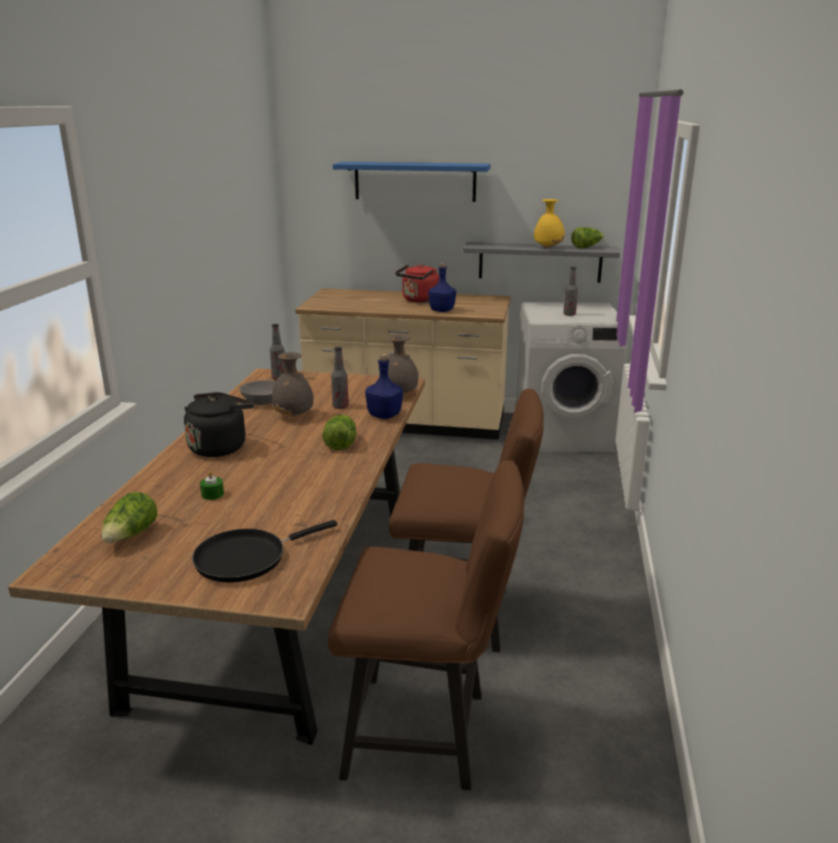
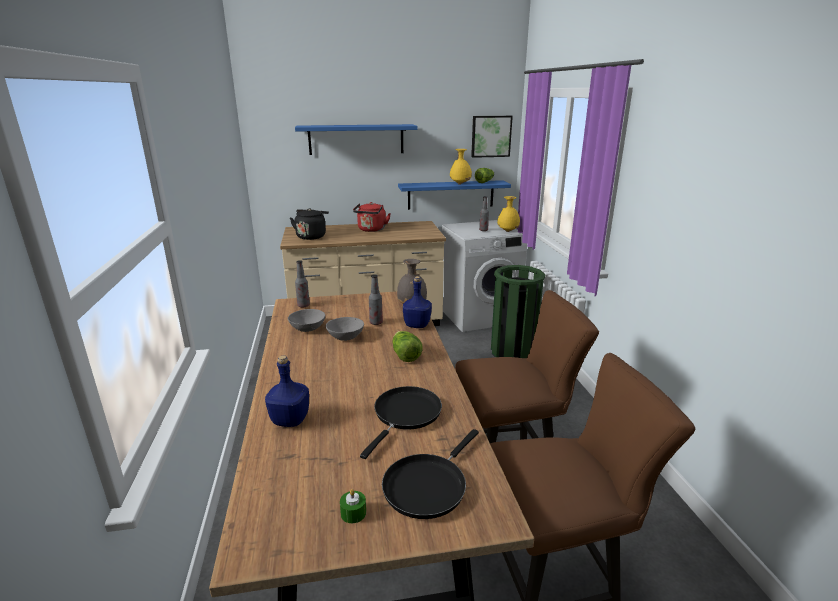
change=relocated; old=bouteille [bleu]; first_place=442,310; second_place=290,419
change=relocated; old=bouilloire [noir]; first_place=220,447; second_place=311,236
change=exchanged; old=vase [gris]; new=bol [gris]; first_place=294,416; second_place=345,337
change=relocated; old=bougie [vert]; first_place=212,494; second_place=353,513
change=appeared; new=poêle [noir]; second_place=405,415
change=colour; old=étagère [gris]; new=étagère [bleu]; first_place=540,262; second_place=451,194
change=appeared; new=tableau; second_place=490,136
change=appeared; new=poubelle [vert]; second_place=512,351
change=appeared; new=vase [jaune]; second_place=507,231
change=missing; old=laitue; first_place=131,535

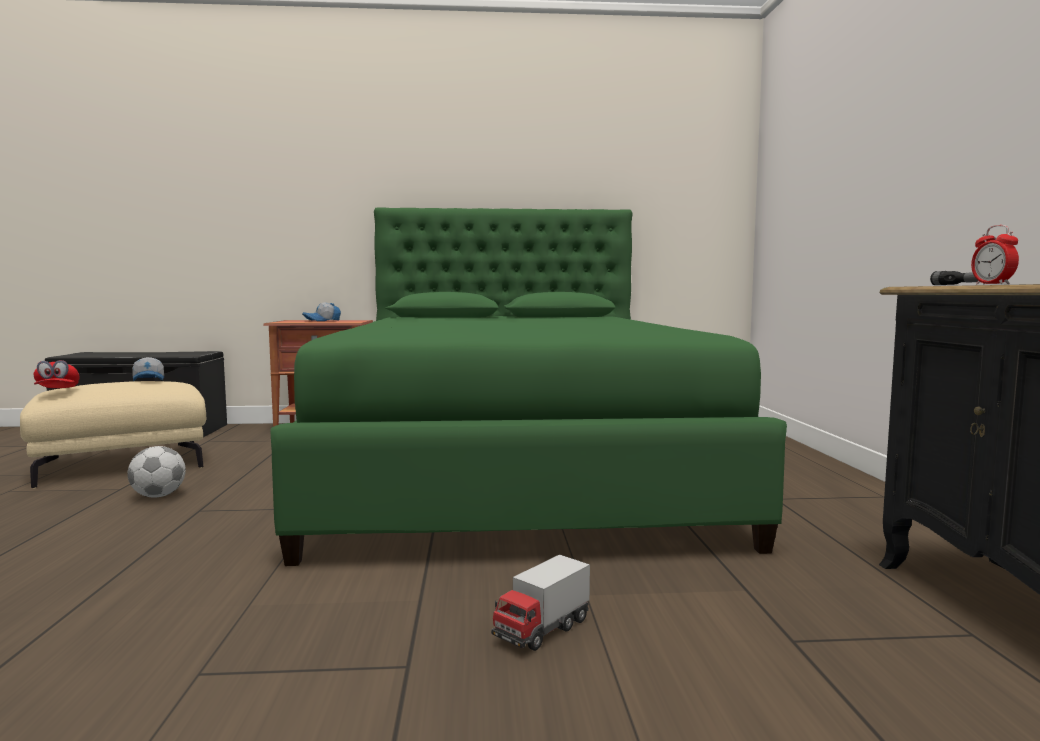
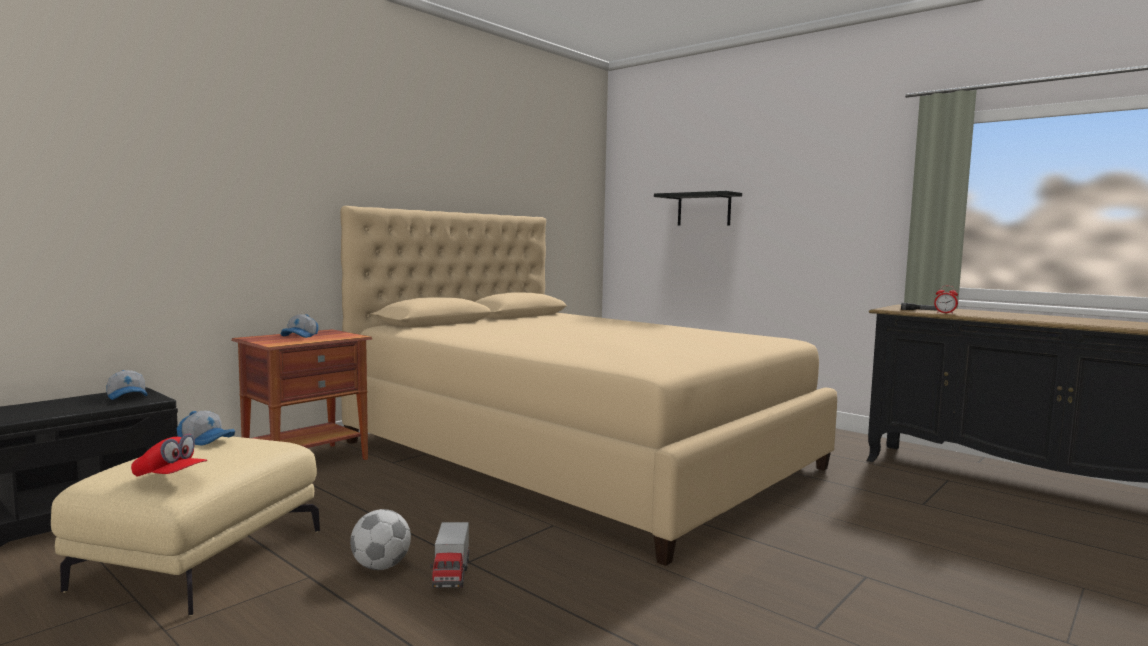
change=appeared; new=casquette; second_place=128,396
change=colour; old=lit [vert]; new=lit [beige]; first_place=515,466; second_place=577,454
change=relocated; old=camion jouet; first_place=542,630; second_place=451,576
change=appeared; new=étagère [noir]; second_place=704,209

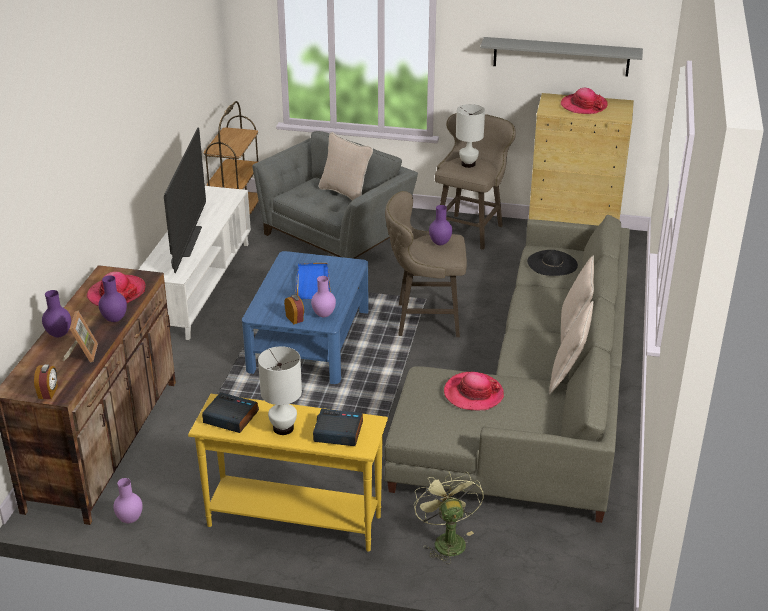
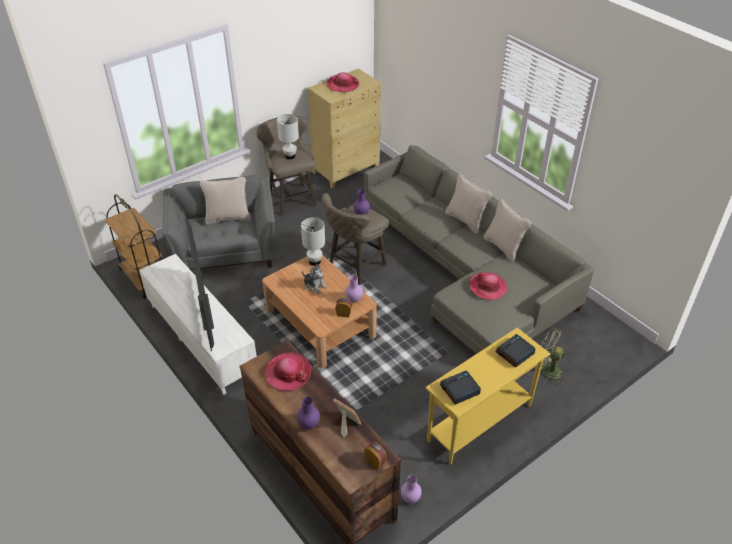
change=spun; old=téléviseur; first_place=190,241; second_place=205,312; degrees=-150
change=colour; old=table basse [bleu]; new=table basse [marron]; first_place=309,340; second_place=320,323
change=relocated; old=lampe de table [blanc]; first_place=283,428; second_place=315,261
change=exchanged; old=plateau [bleu]; new=peluche; first_place=313,283; second_place=314,285
change=missing; old=vase [violet]; first_place=115,320
change=missing; old=étagère [gris]; first_place=561,56
change=missing; old=chapeau [noir]; first_place=552,263

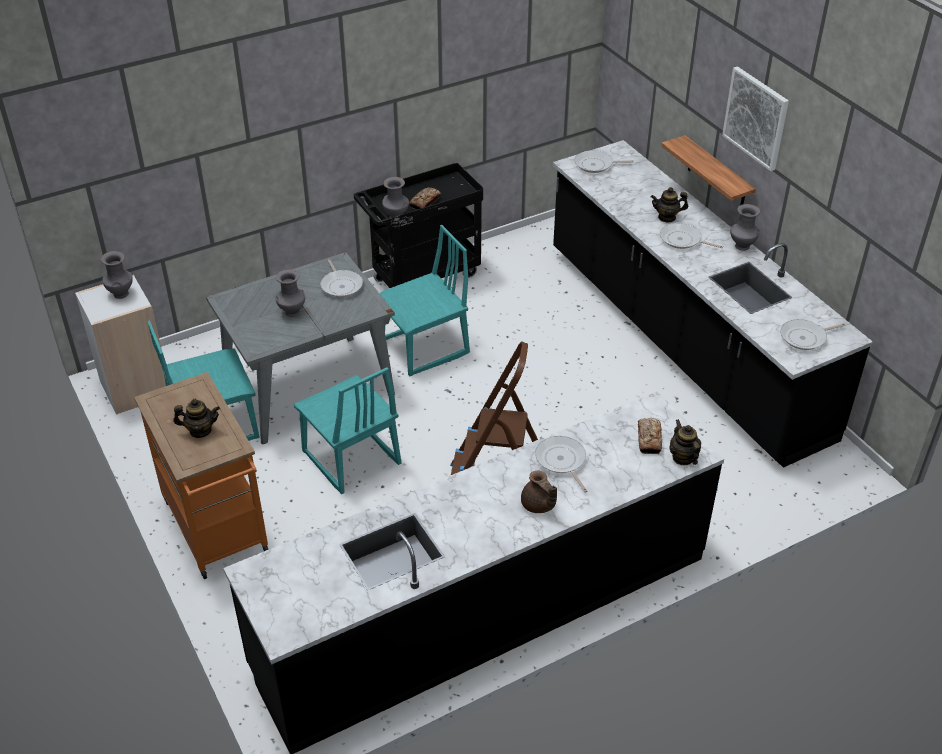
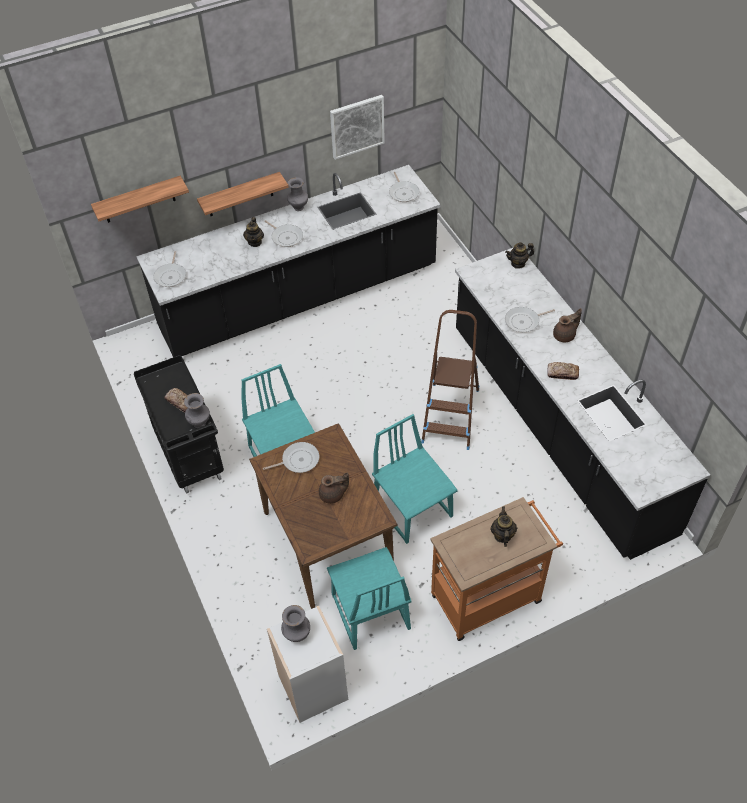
change=appeared; new=étagère; second_place=139,200
change=colour; old=table à manger [gris]; new=table à manger [marron]; first_place=310,388; second_place=327,540
change=spun; old=poêle; first_place=682,240; second_place=286,237; degrees=-75
change=exchanged; old=vase [gris]; new=théière [marron]; first_place=291,312; second_place=333,495
change=relocated; old=tableau; first_place=756,118; second_place=357,126
change=spun; old=chaise [turquoise]; first_place=350,458; second_place=413,508; degrees=-90
change=relocated; old=pain; first_place=649,439; second_place=562,373

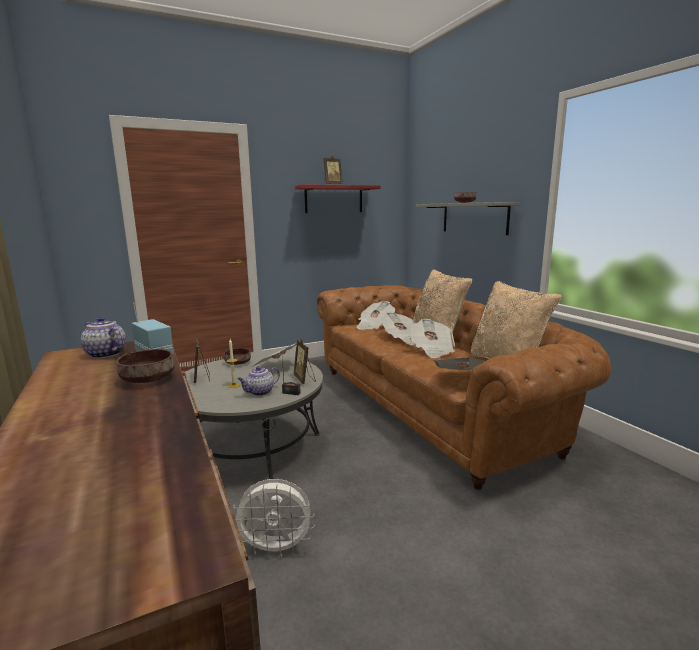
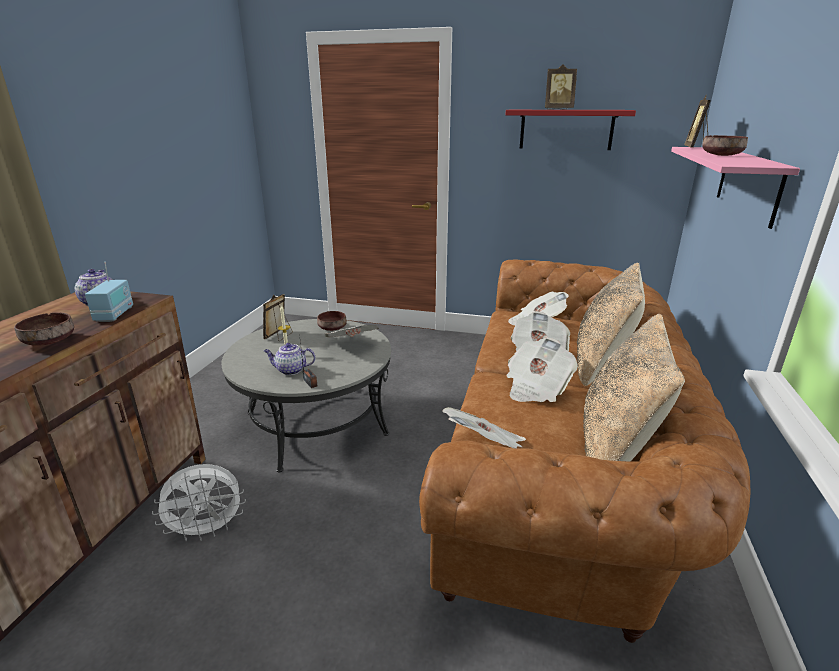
change=spun; old=ventilateur [blanc]; first_place=276,549; second_place=208,530; degrees=-60
change=colour; old=étagère [gris]; new=étagère [rose]; first_place=474,218; second_place=748,183
change=relocated; old=cadre photo; first_place=304,379; second_place=696,148

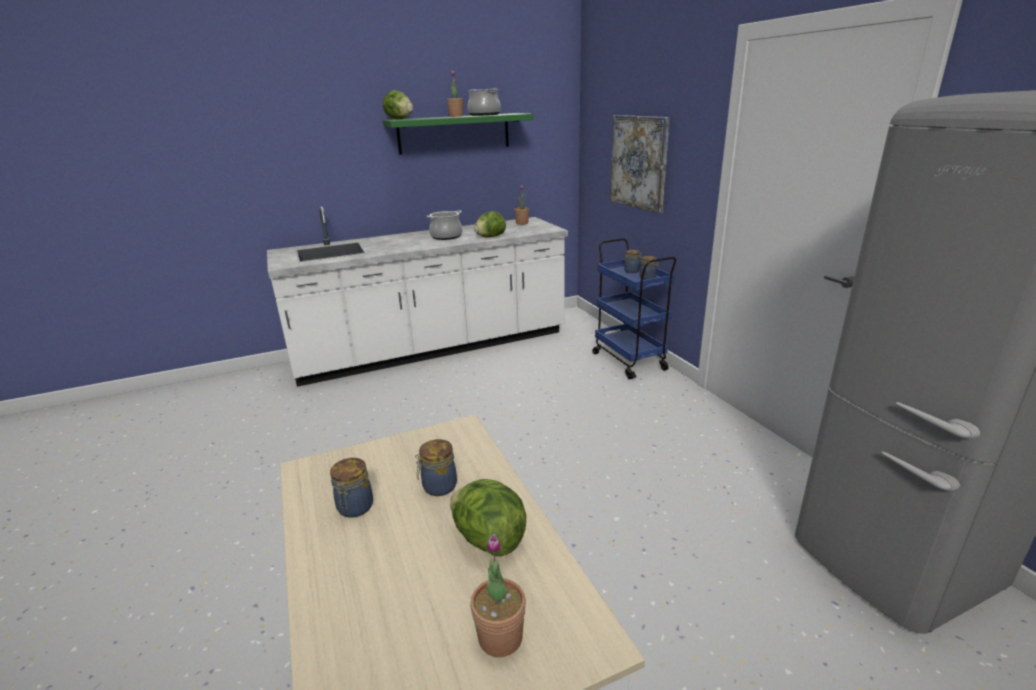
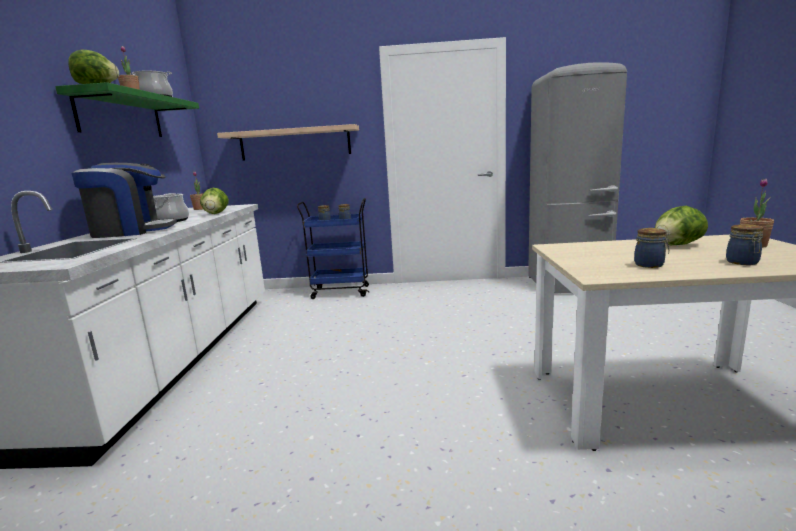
change=appeared; new=machine à café; second_place=132,231
change=exchanged; old=tableau; new=étagère; first_place=639,162; second_place=295,143
change=relocated; old=bocal; first_place=438,487; second_place=743,262

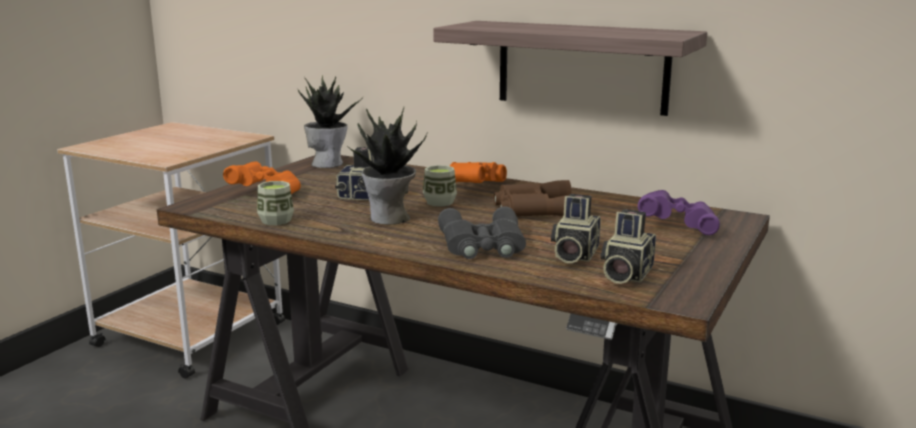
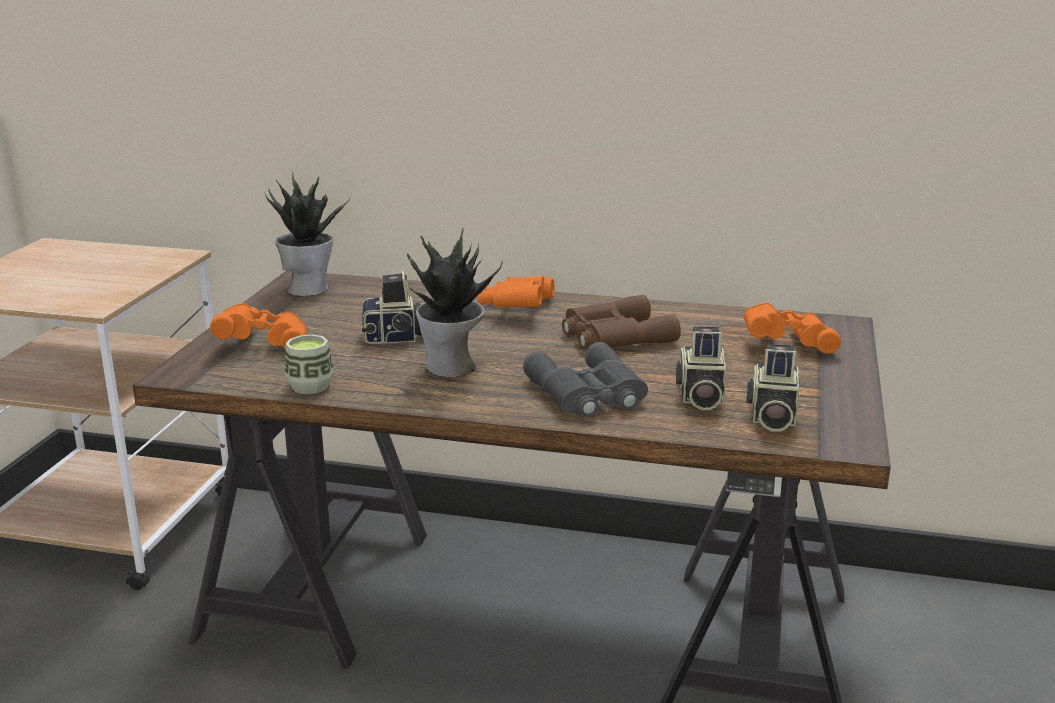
change=colour; old=jumelles [violet]; new=jumelles [orange]; first_place=677,226; second_place=787,344
change=missing; old=tasse; first_place=439,202
change=missing; old=étagère; first_place=582,67

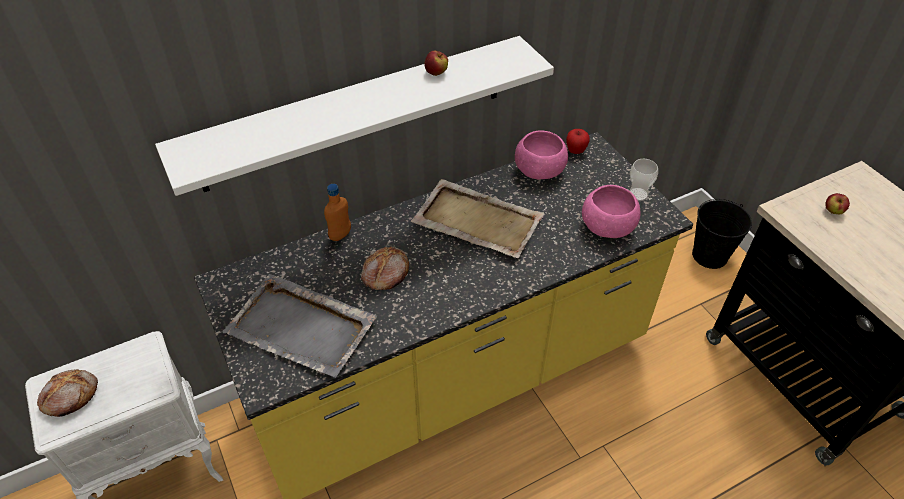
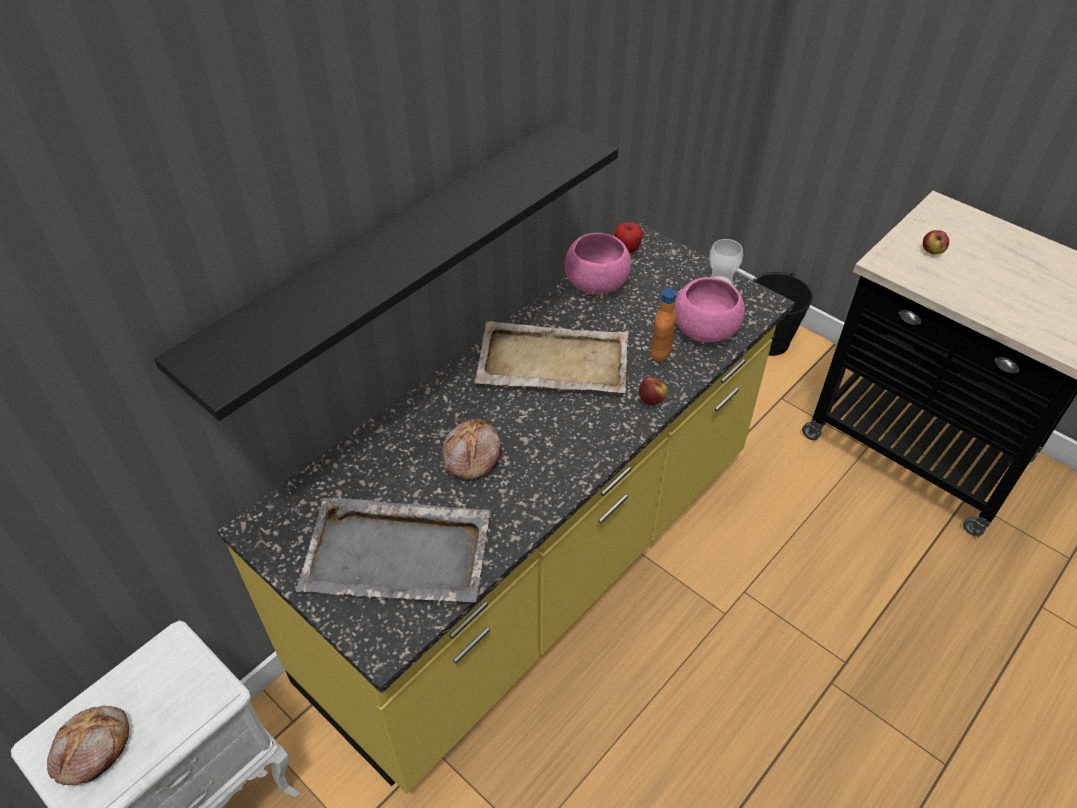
change=colour; old=étagère [blanc]; new=étagère [noir]; first_place=356,113; second_place=389,259
change=relocated; old=pomme; first_place=436,73; second_place=651,400
change=relocated; old=bouteille [orange]; first_place=340,235; second_place=660,354

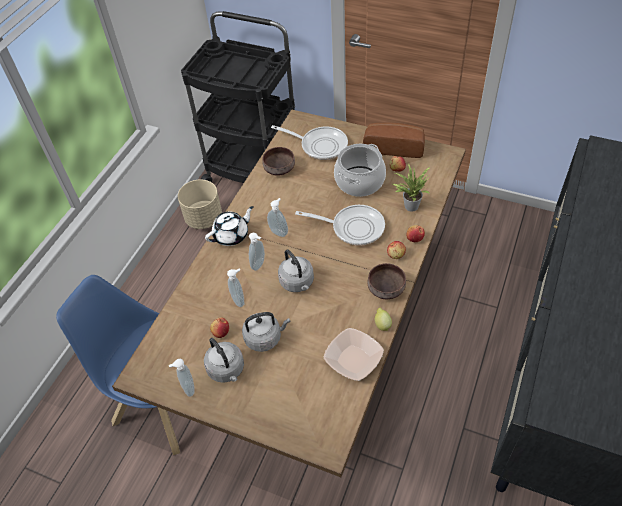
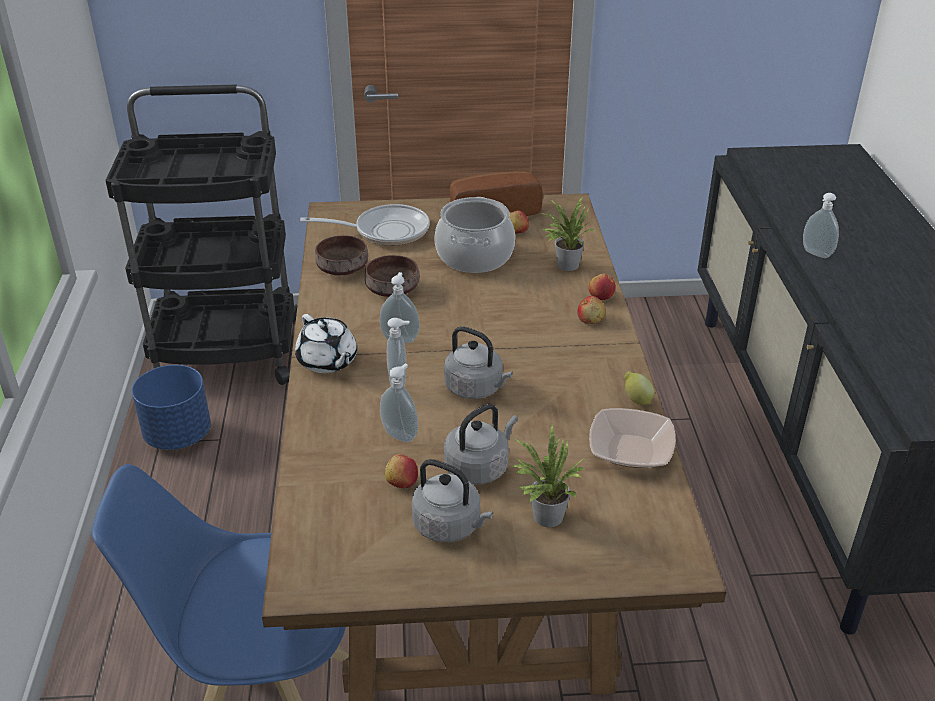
change=colour; old=cache-pot [beige]; new=cache-pot [bleu]; first_place=203,218; second_place=178,436
change=spun; old=théière [blanc]; first_place=232,235; second_place=327,361; degrees=120
change=relocated; old=bol [marron]; first_place=386,287; second_place=391,289
change=appeared; new=plante en pot; second_place=544,517
change=relocated; old=distributeur de savon; first_place=188,388; second_place=815,254
change=missing; old=poêle; first_place=353,227

